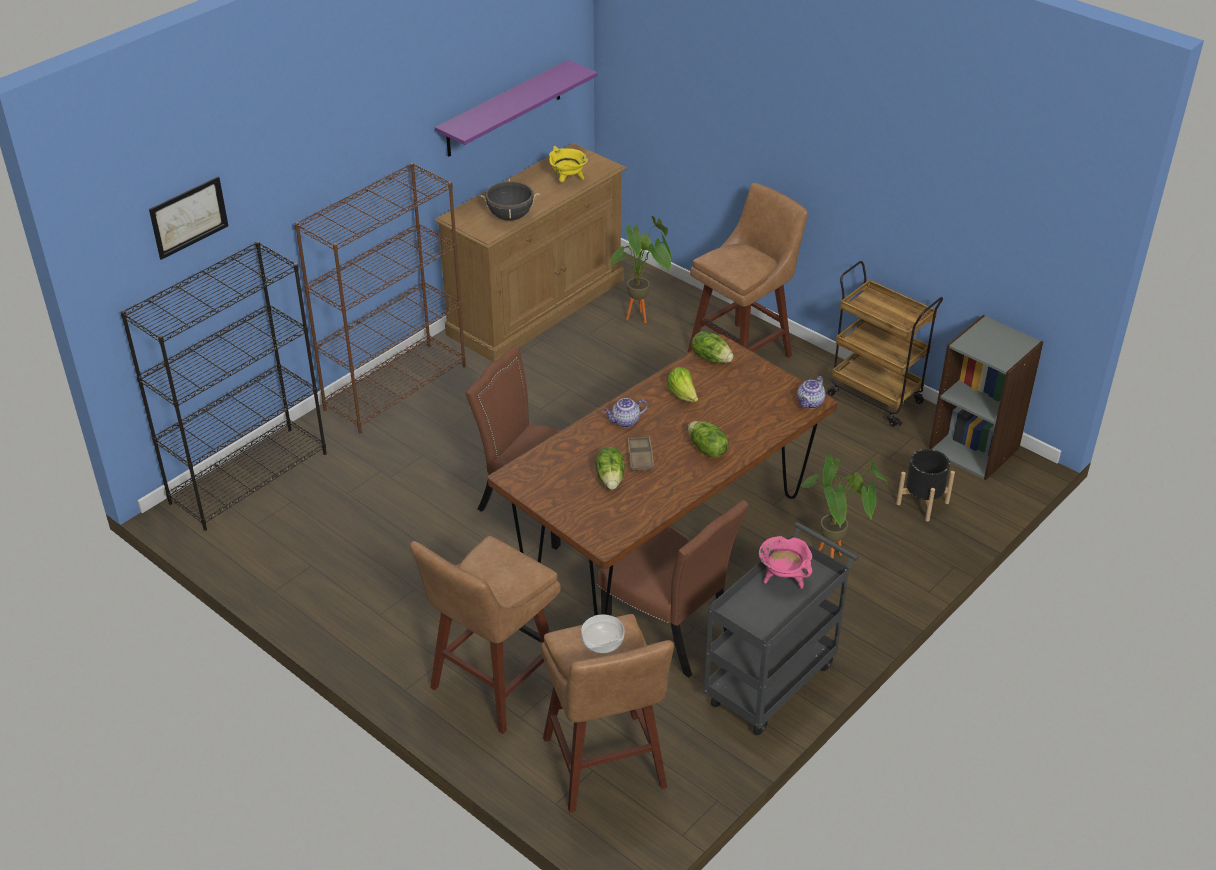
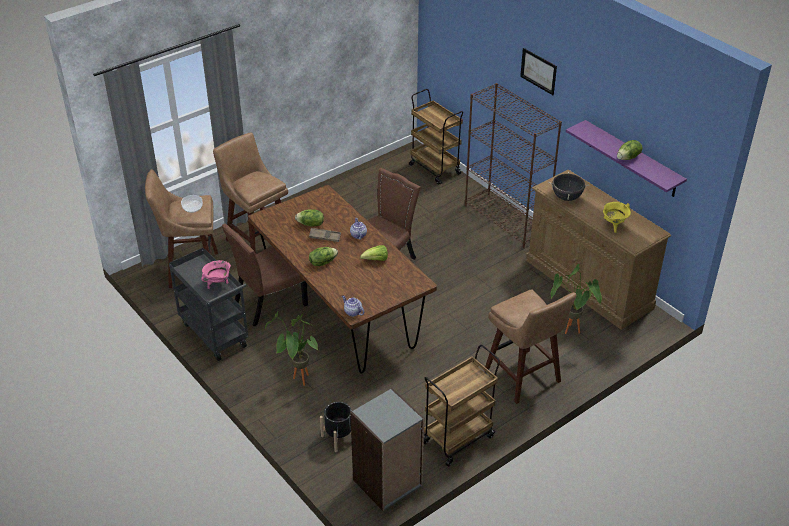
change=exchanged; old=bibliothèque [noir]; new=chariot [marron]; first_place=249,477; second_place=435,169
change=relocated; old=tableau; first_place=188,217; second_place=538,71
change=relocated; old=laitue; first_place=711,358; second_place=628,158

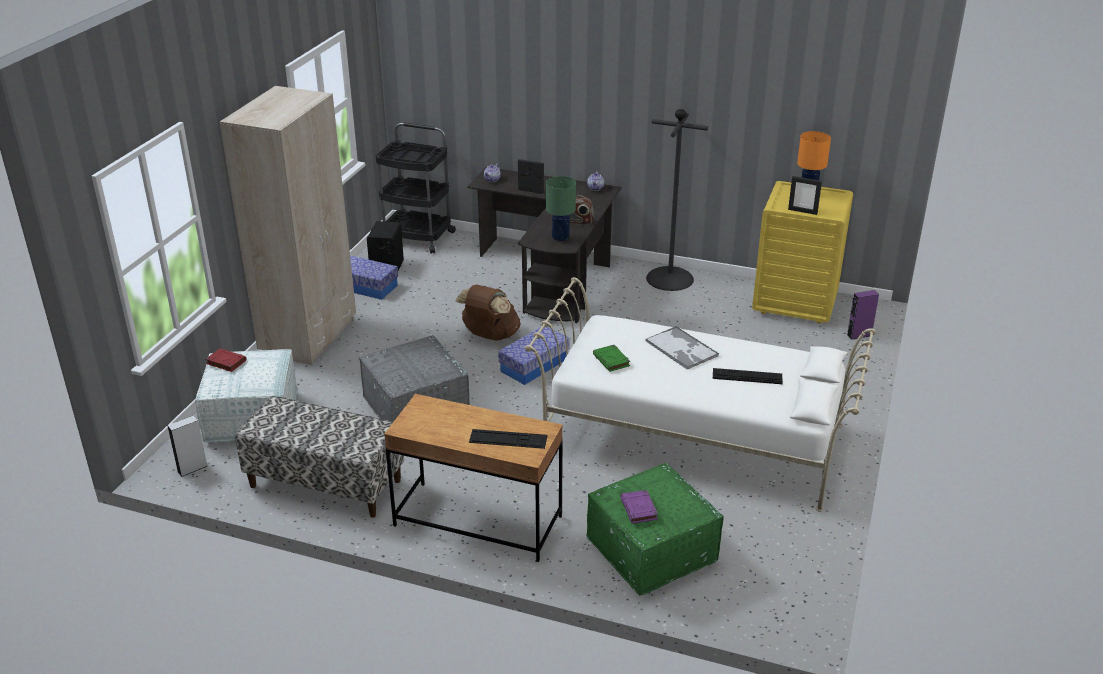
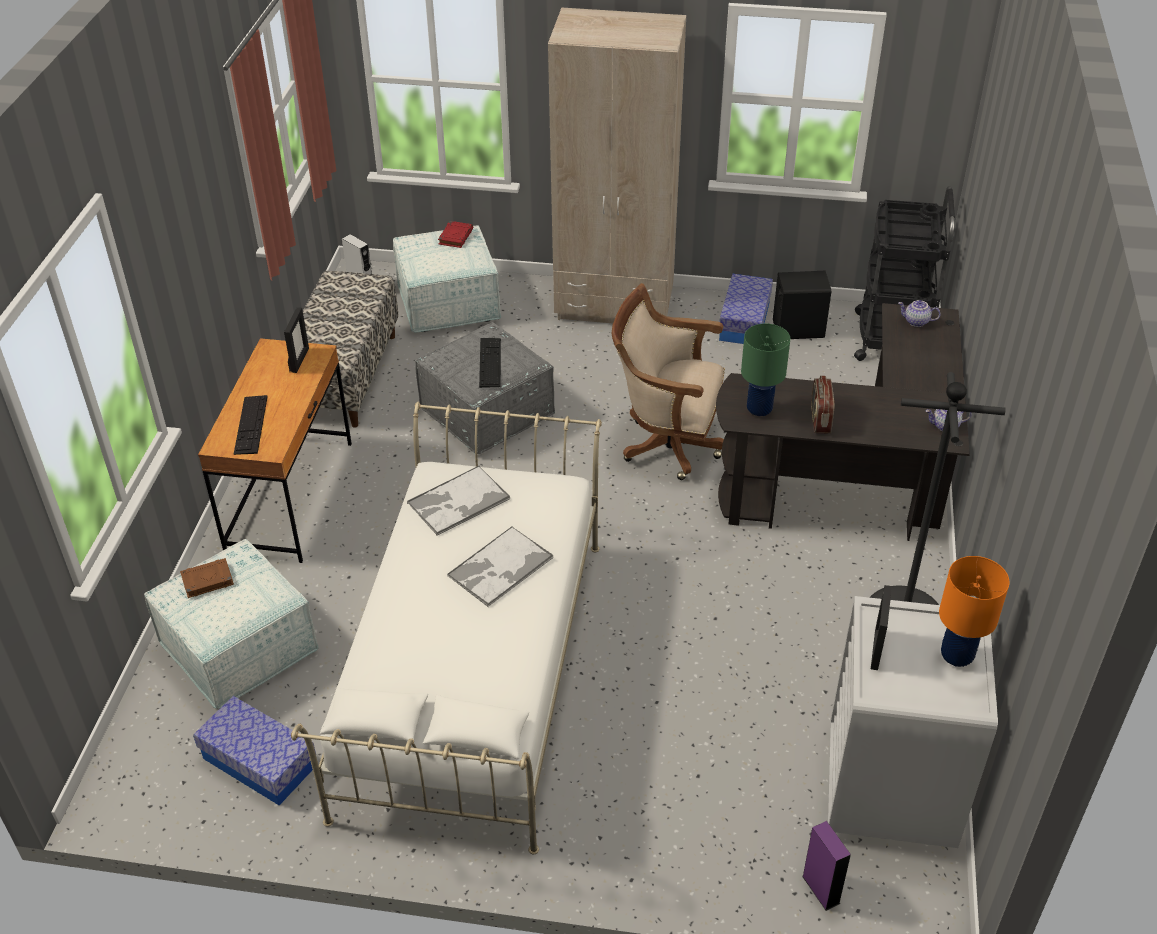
change=colour; old=pouf [vert]; new=pouf [blanc]; first_place=651,553; second_place=239,649
change=colour; old=livre [violet]; new=livre [marron]; first_place=639,509; second_place=207,581
change=relocated; old=boîte de rangement; first_place=534,365; second_place=259,762
change=relocated; old=cadre photo; first_place=530,191; second_place=299,360
change=exchanged; old=livre [vert]; new=plateau; first_place=611,361; second_place=458,502
change=relocated; old=clavier; first_place=747,376; second_place=490,362
change=exchanged; old=sac à dos [marron]; new=chaise de bureau; first_place=490,336; second_place=666,446
change=colour; old=commode [jaune]; new=commode [gris]; first_place=795,305; second_place=890,791

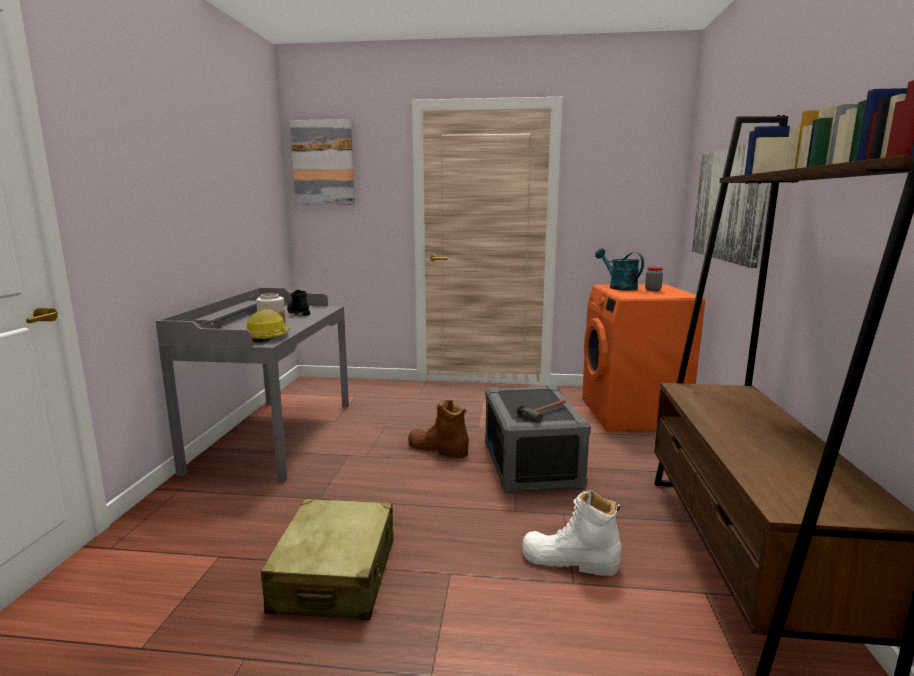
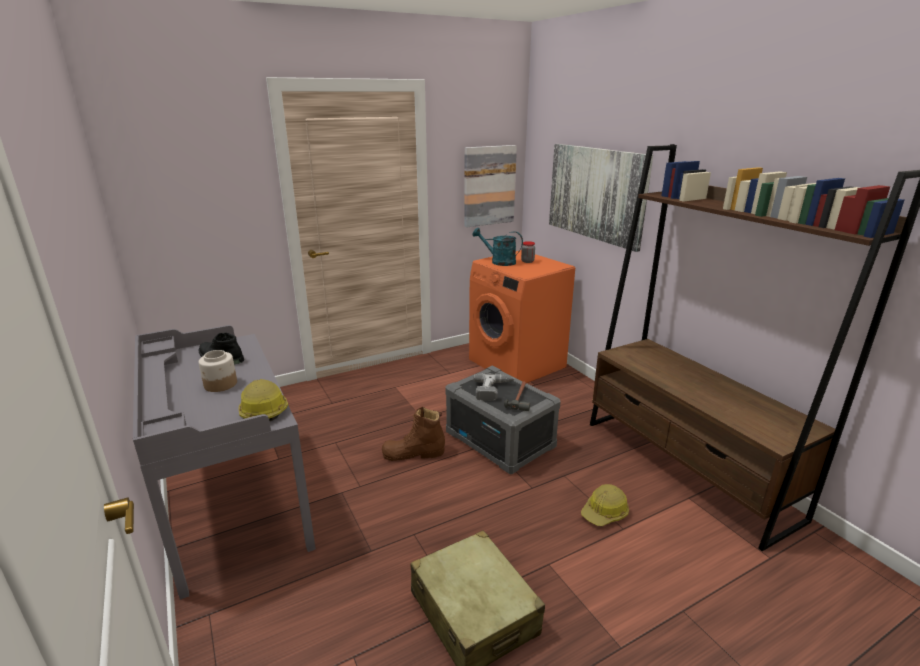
change=relocated; old=tableau; first_place=323,163; second_place=489,186
change=appeared; new=perceuse; second_place=493,390
change=exchanged; old=botte [blanc]; new=casque de chantier; first_place=569,561; second_place=604,513

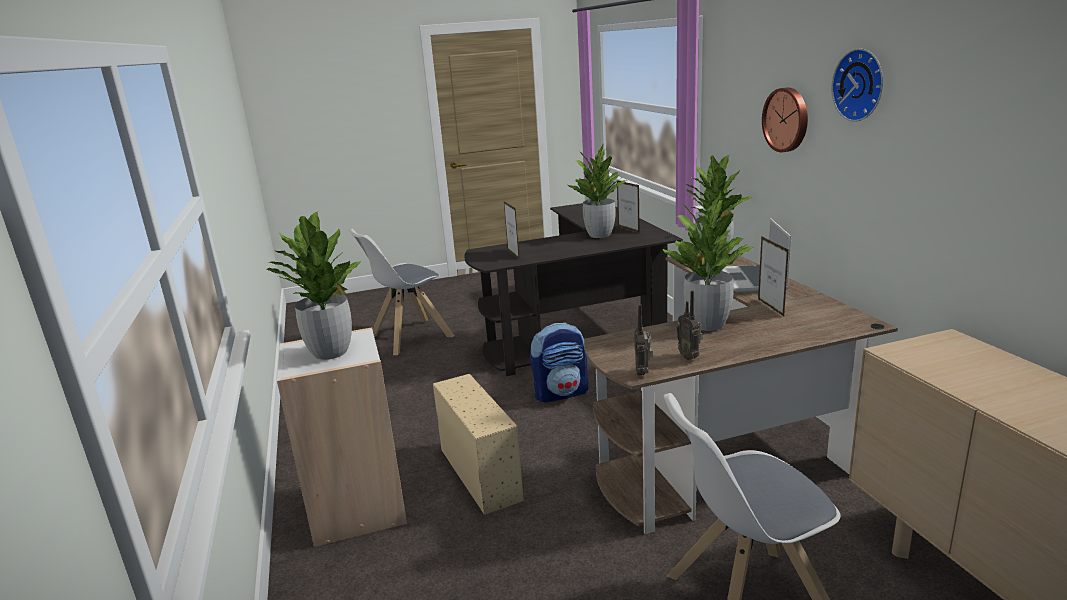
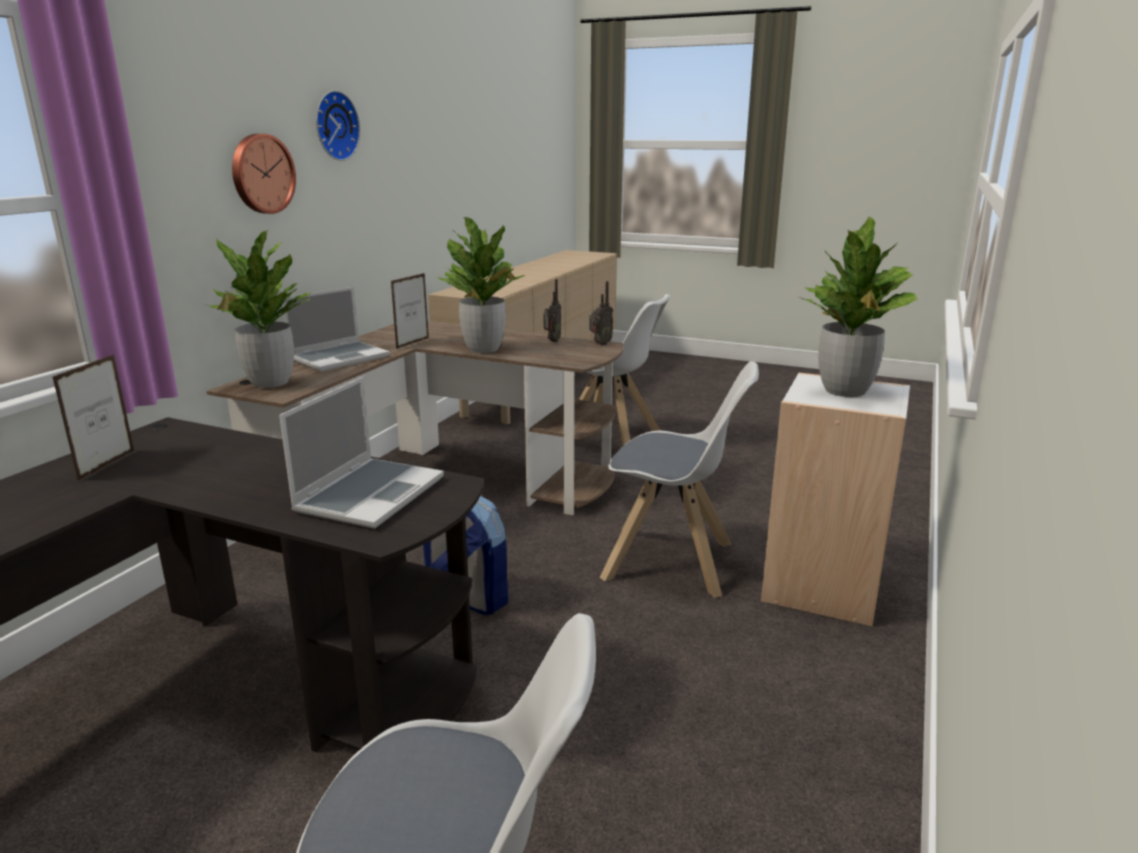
change=exchanged; old=cadre photo; new=ordinateur portable; first_place=513,254; second_place=370,494
change=exchanged; old=boîte de rangement [beige]; new=chaise; first_place=479,473; second_place=673,562
change=missing; old=plante en pot; first_place=599,235

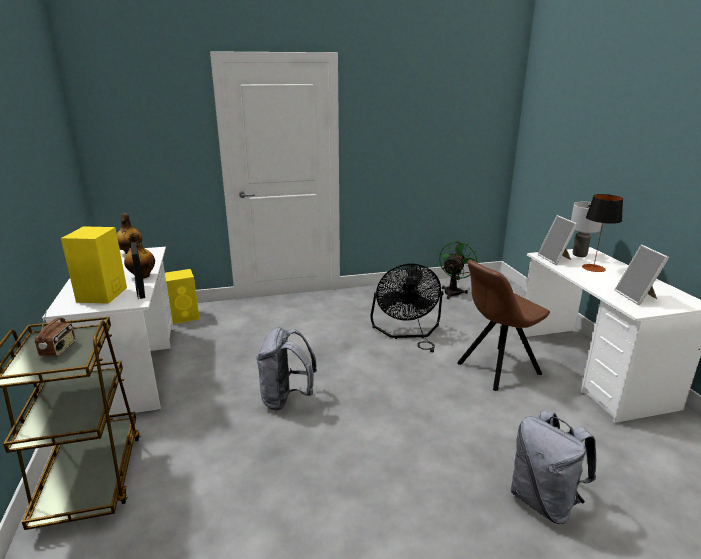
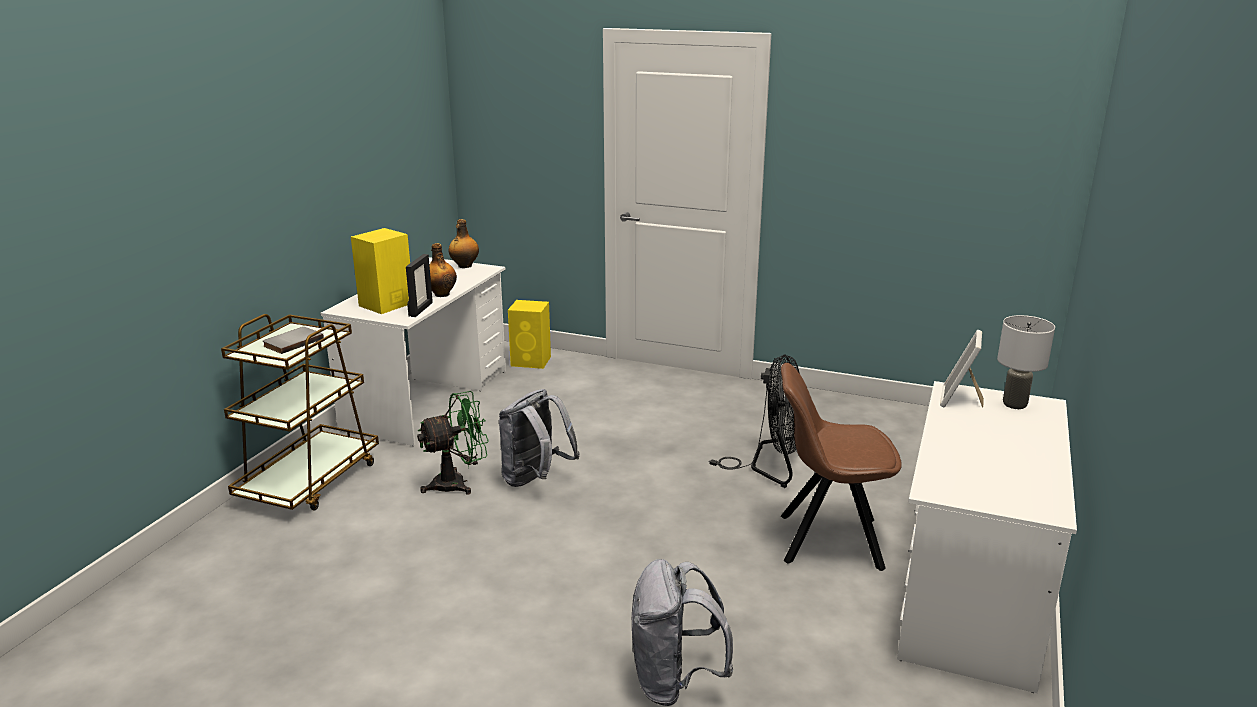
change=exchanged; old=radio; new=livre [gris]; first_place=59,349; second_place=292,342
change=relocated; old=ventilateur [vert]; first_place=454,291; second_place=458,483
change=spun; old=ventilateur [noir]; first_place=410,333; second_place=770,461; degrees=75
change=missing; old=lampe de table; first_place=593,268
change=missing; old=cadre photo; first_place=637,297

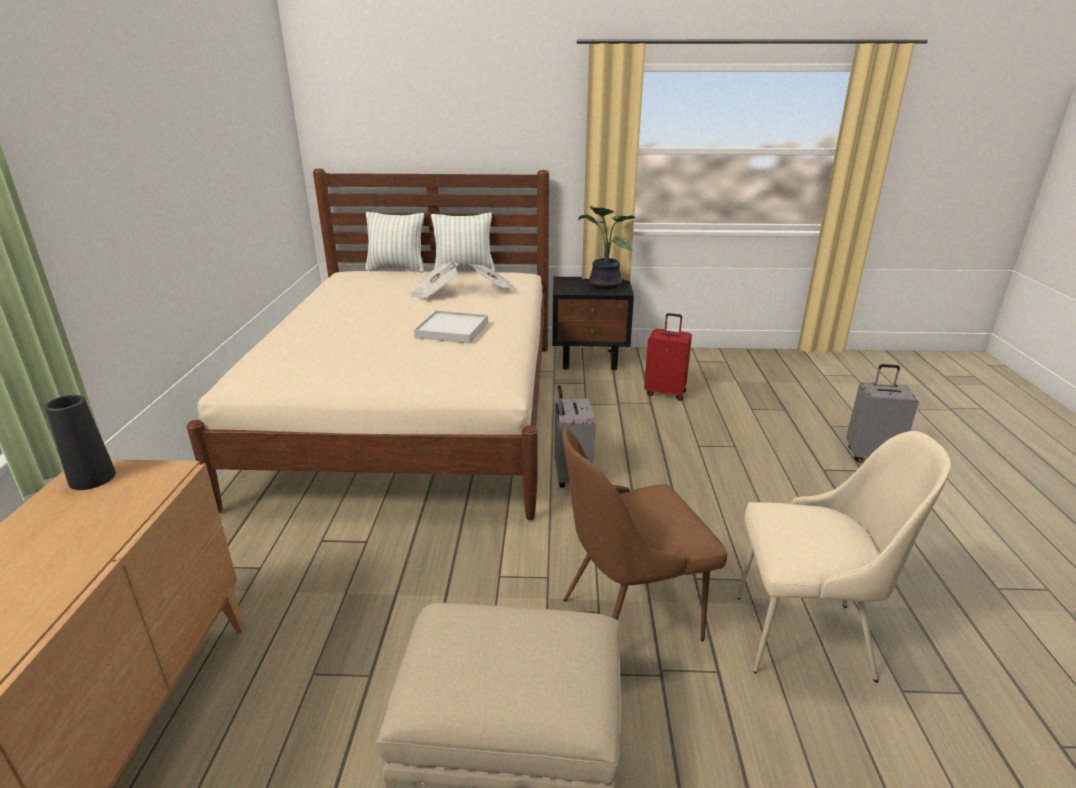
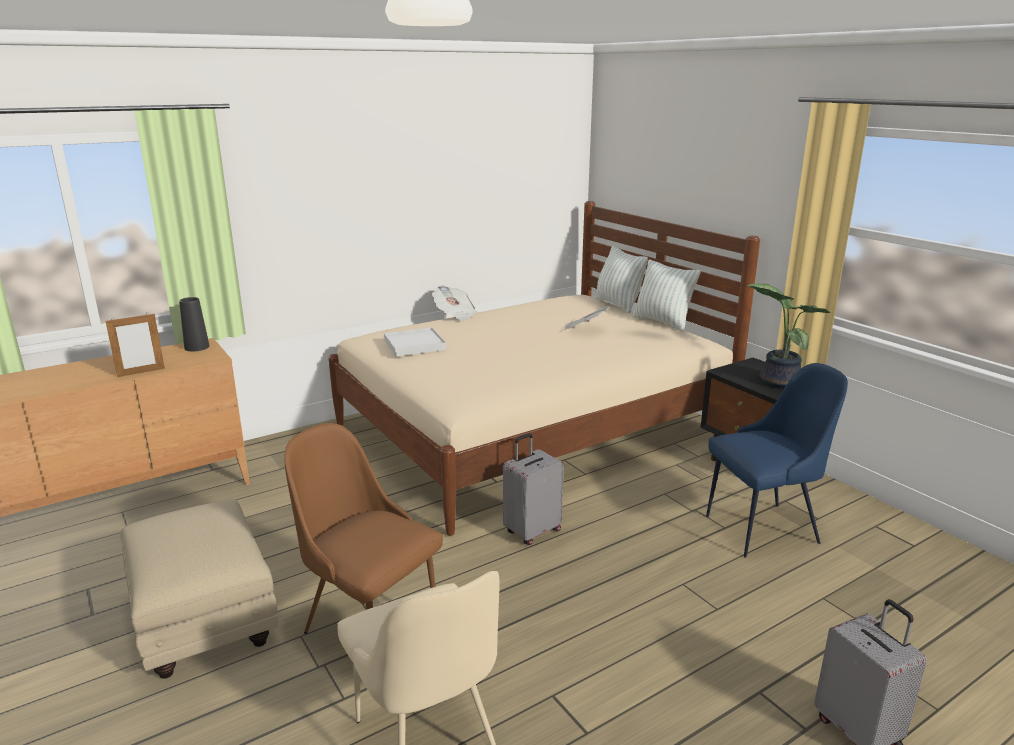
change=appeared; new=cadre photo; second_place=141,372
change=relocated; old=plateau [blanc]; first_place=452,330; second_place=414,345
change=relocated; old=journal; first_place=495,290; second_place=455,315
change=exchanged; old=valise [rouge]; new=chaise [bleu]; first_place=665,392; second_place=762,529

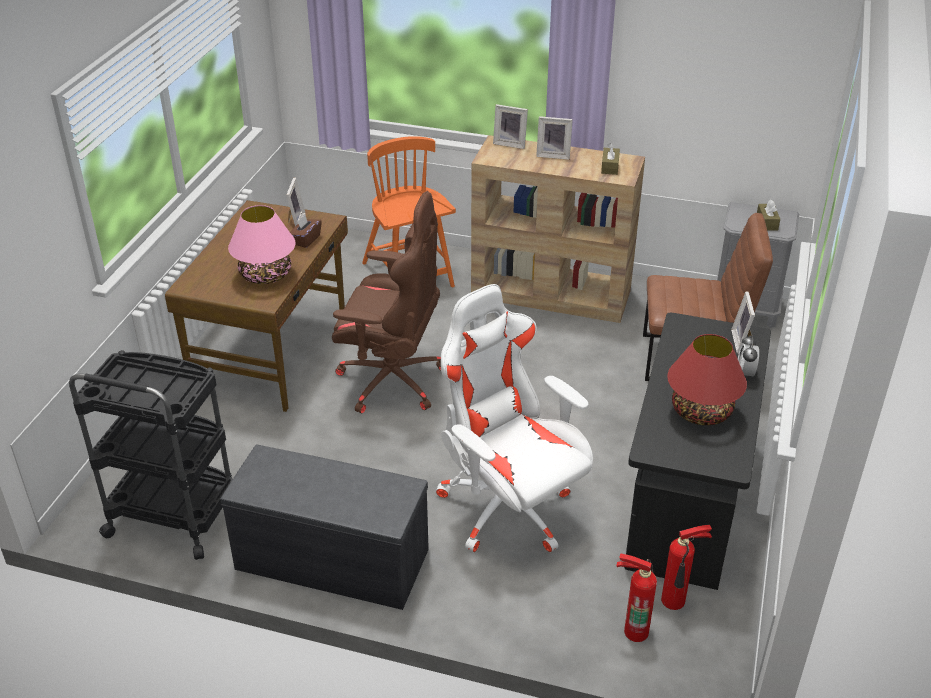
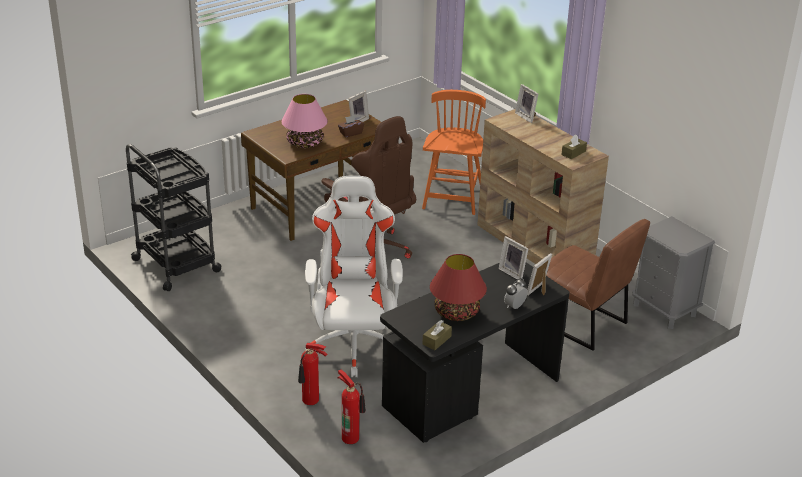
change=relocated; old=extincteur; first_place=675,602; second_place=311,401
change=relocated; old=boîte à mouchoirs [marron]; first_place=767,222; second_place=436,340
change=relocated; old=cadre photo; first_place=553,155; second_place=513,272
change=missing; old=banc [gris]; first_place=330,560

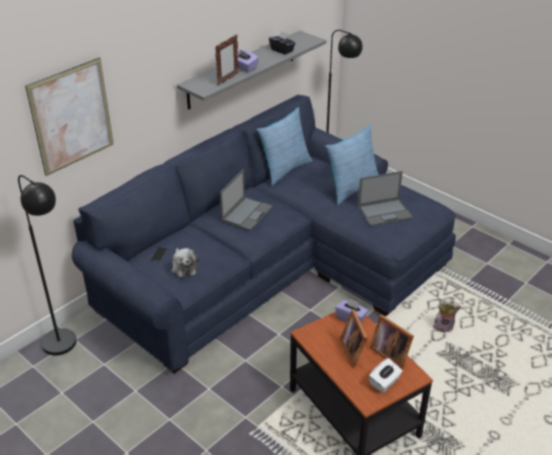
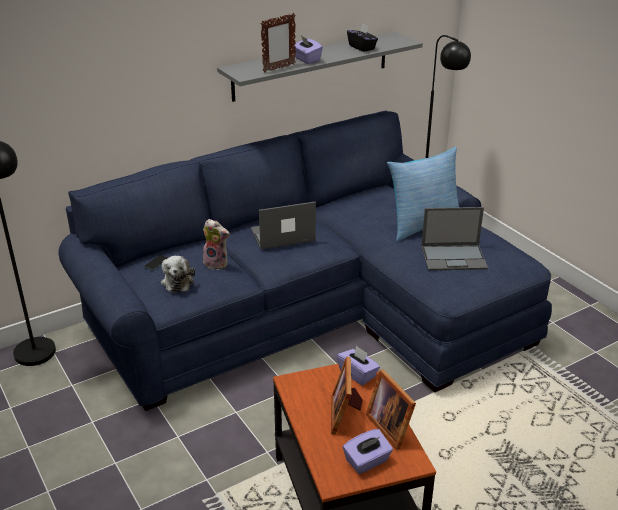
change=relocated; old=peluche; first_place=443,327; second_place=217,263
change=spun; old=ordinateur portable; first_place=247,213; second_place=282,235; degrees=-150
change=colour; old=boîte à mouchoirs [blanc]; new=boîte à mouchoirs [violet]; first_place=384,382; second_place=367,461
change=missing; old=tableau; first_place=72,117
change=missing; old=coussin; first_place=284,169

